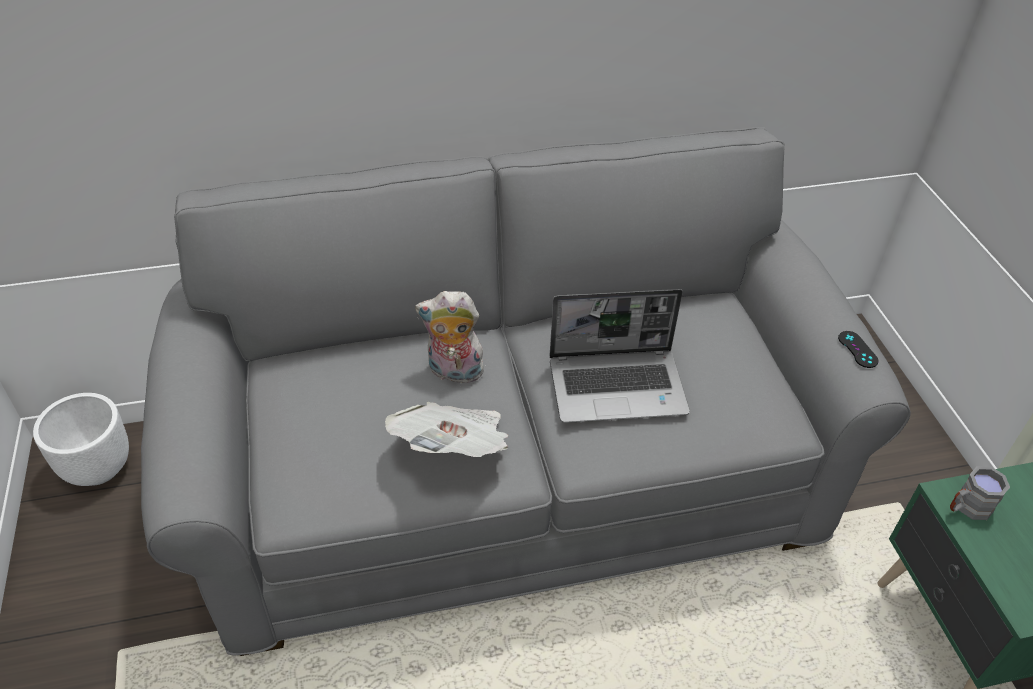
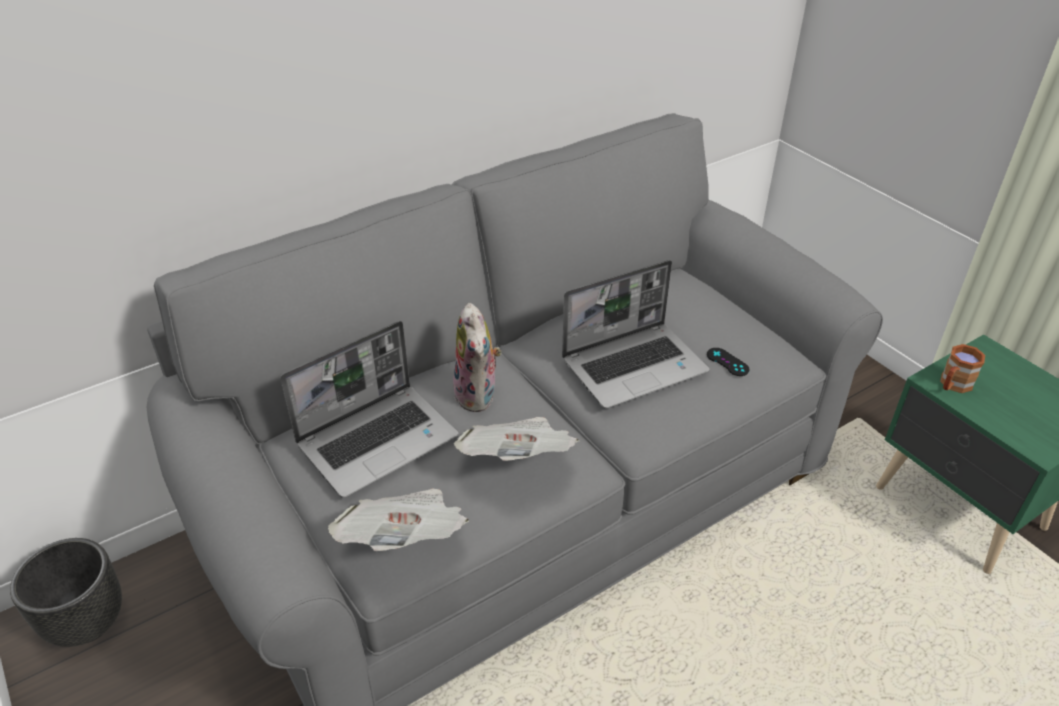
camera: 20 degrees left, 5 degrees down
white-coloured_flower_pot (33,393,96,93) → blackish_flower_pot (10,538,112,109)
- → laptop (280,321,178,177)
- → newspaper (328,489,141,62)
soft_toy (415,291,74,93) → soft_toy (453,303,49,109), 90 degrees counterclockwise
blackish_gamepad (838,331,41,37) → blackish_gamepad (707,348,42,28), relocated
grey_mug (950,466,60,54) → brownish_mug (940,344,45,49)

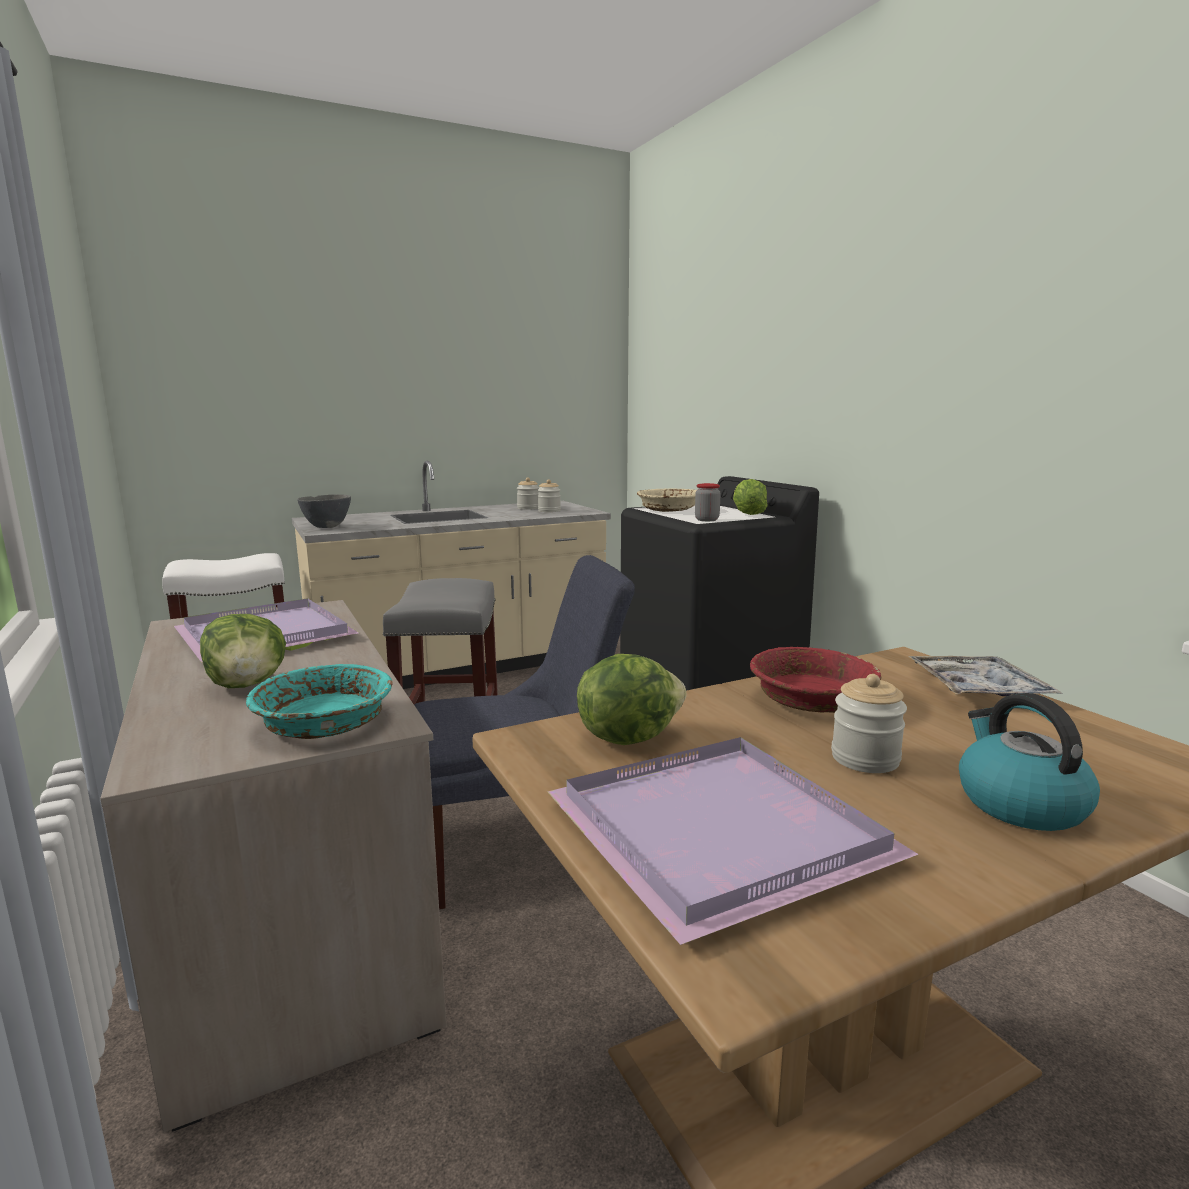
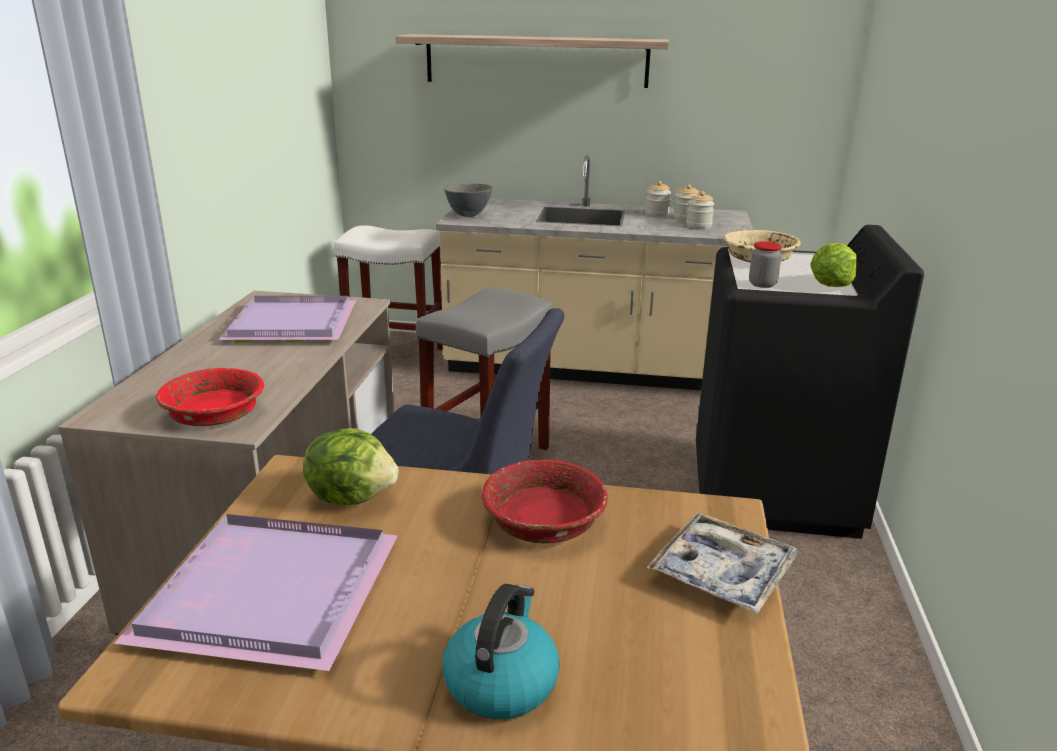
camera: 35 degrees right, 10 degrees up
blue-green_serving_bowl (246,664,147,75) → red_serving_bowl (156,368,108,58)
- → wall_shelf (395,34,274,54)
jar (831,674,76,99) → jar (645,181,26,36), relocated
lettuce (200,614,86,74) → -

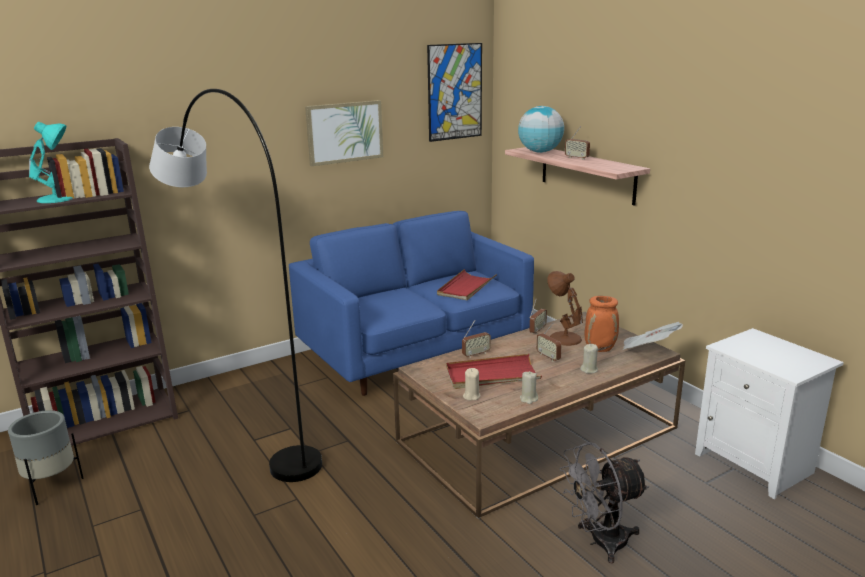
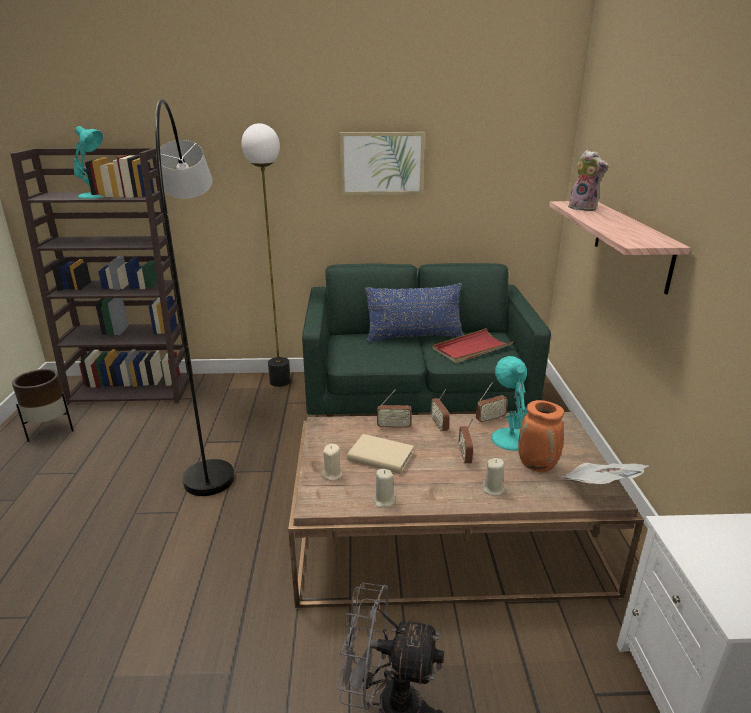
camera: 30 degrees right, 5 degrees up
grey_flower_pot (8,410,76,95) → brownish_flower_pot (12,369,62,73)
- → floor_lamp (241,123,50,264)
blue_settee (289,211,245,185) → green-coloured_settee (302,263,249,154)
red_carrying_tray (446,354,96,35) → beige_bound_book (347,434,67,40)
- → blue_pillow (365,283,98,60)
radio (565,126,25,34) → radio (431,389,19,43), relocated
brownish_table_lamp (548,271,35,75) → blue-green_table_lamp (491,356,36,95)
desk_globe (518,106,46,47) → soft_toy (568,150,41,61)
picture (427,43,55,99) → -

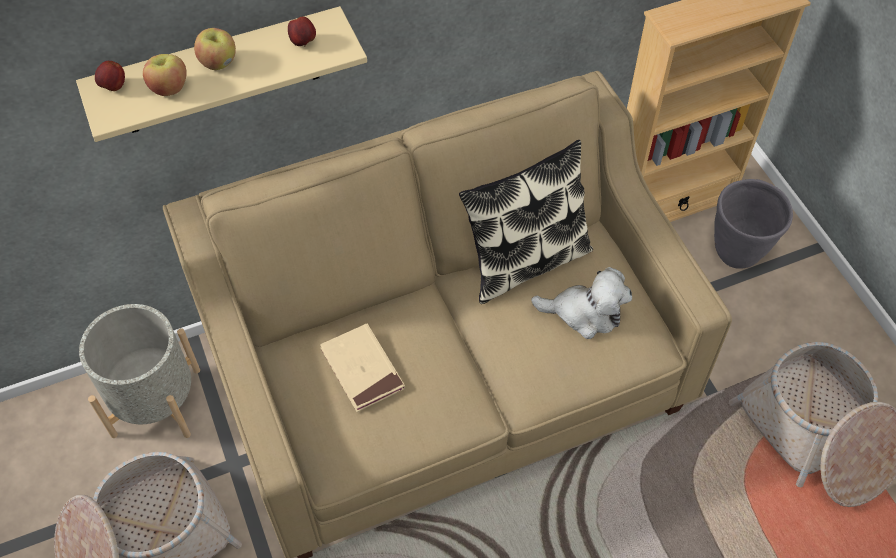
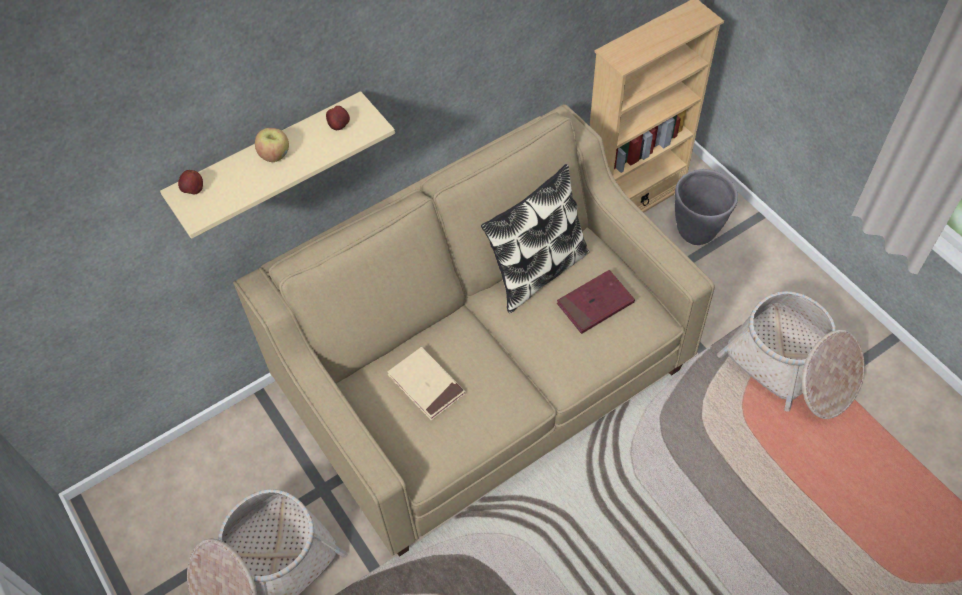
camera: 10 degrees left, 0 degrees up
soft_toy (531,267,101,72) → red_bound_book (557,270,78,64)
grey_flower_pot (79,304,121,134) → -
apple (143,54,44,42) → -

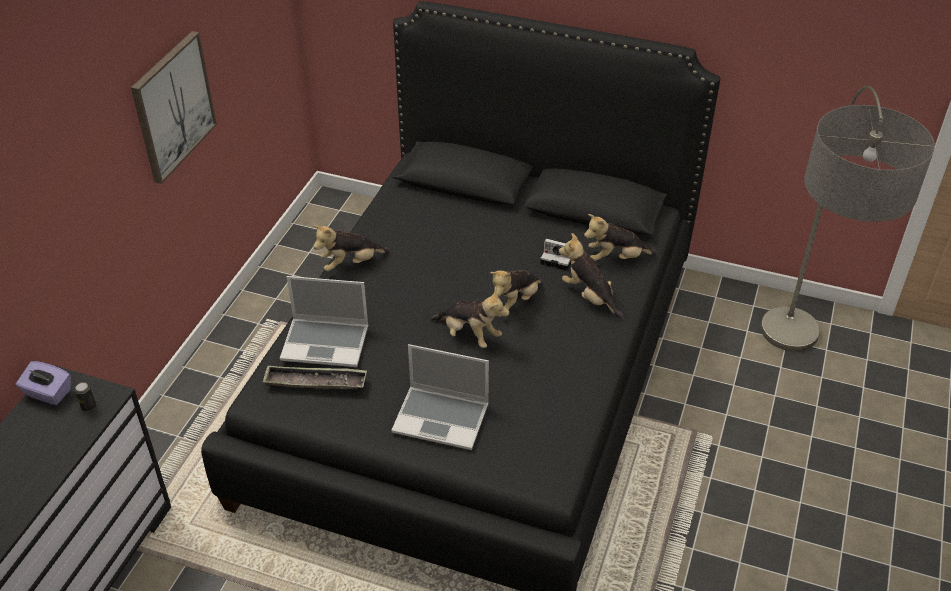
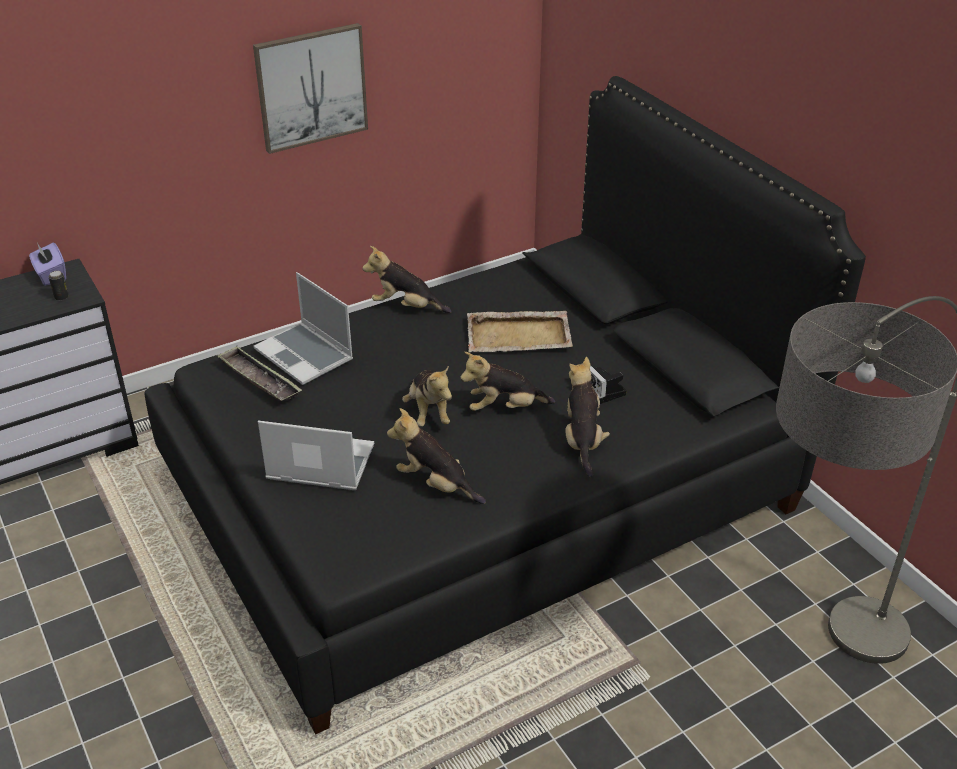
camera: 40 degrees right, 5 degrees down
laptop (391,344,98,106) → laptop (258,421,116,69), 135 degrees clockwise
soft_toy (584,214,73,47) → soft_toy (387,408,99,96), relocated
- → beige_carrying_tray (467,311,106,41)

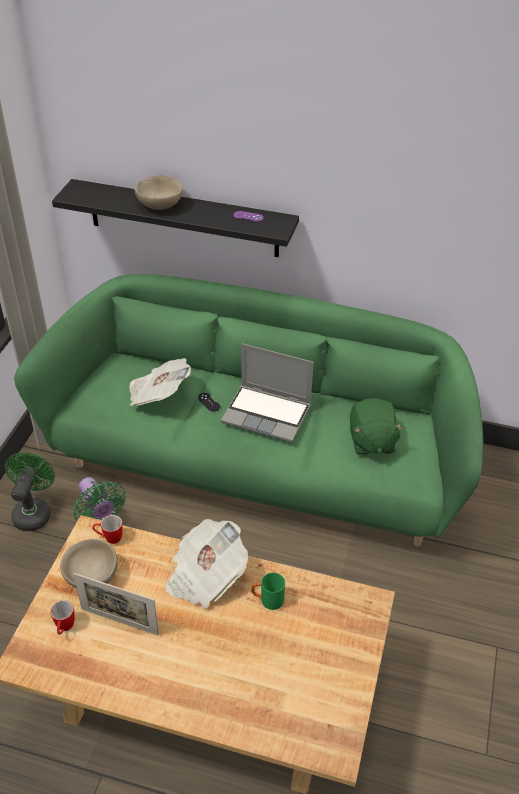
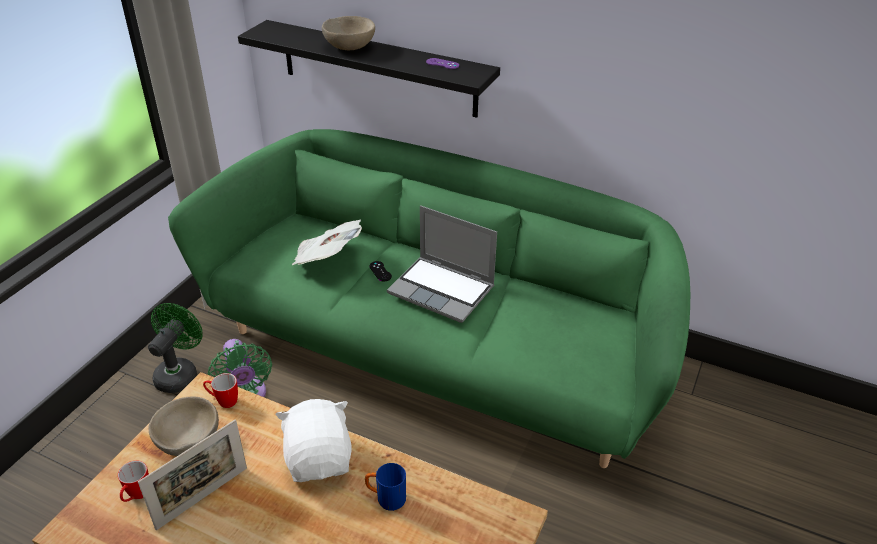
camera: 10 degrees right, 5 degrees down
photo_frame (73,573,86,62) → photo_frame (138,420,109,110), 75 degrees counterclockwise
newspaper (165,519,83,89) → white-coloured_soft_toy (275,399,77,83)
green-coloured_mug (251,573,34,37) → blue_mug (365,463,41,48)
green-coloured_soft_toy (350,398,55,57) → -

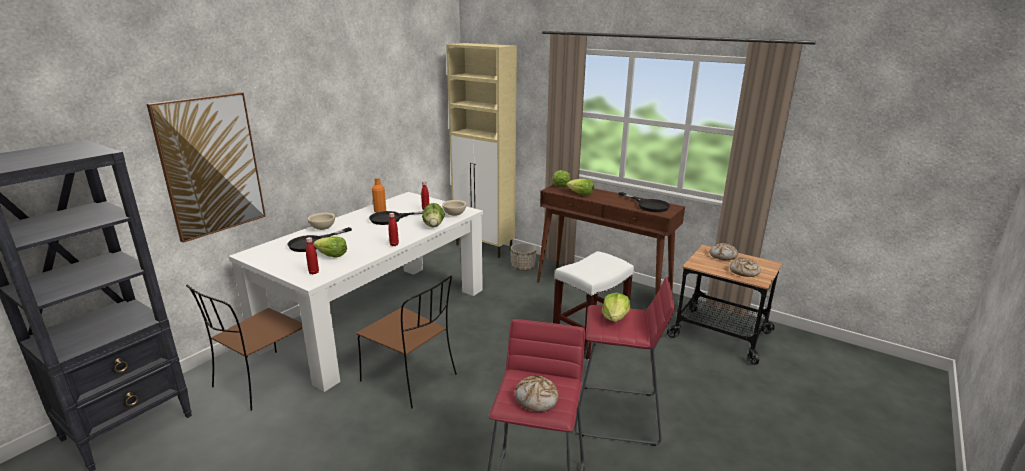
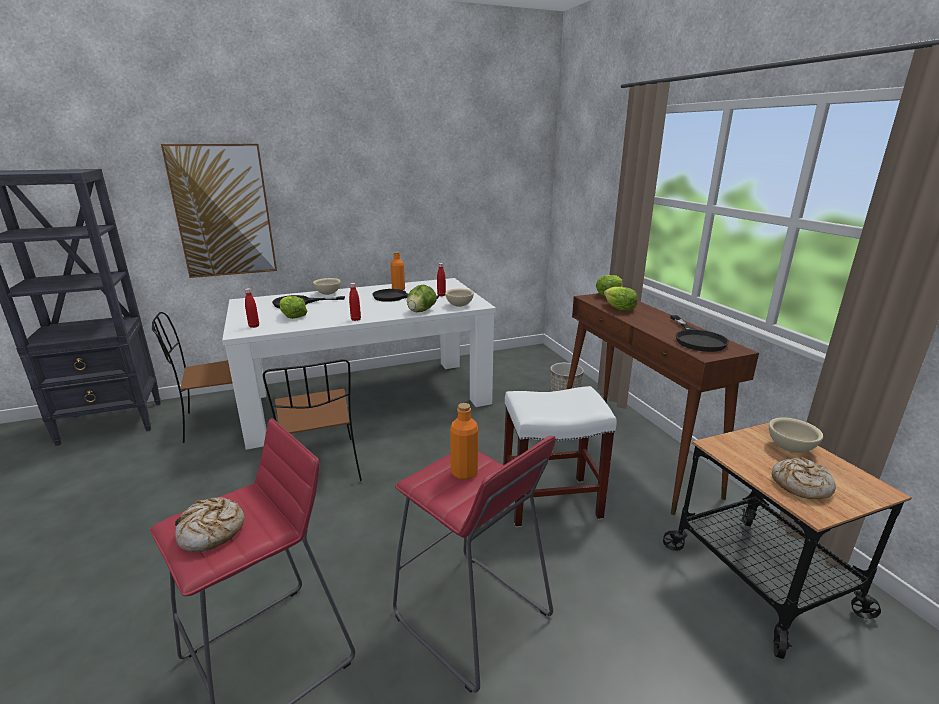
camera: 35 degrees right, 0 degrees up
lettuce (602,293,29,29) → orange-coloured_drink_bottle (450,403,28,77)
bread (709,243,29,17) → beige_serving_bowl (769,417,54,36)
beige_cupboard (446,43,71,215) → -

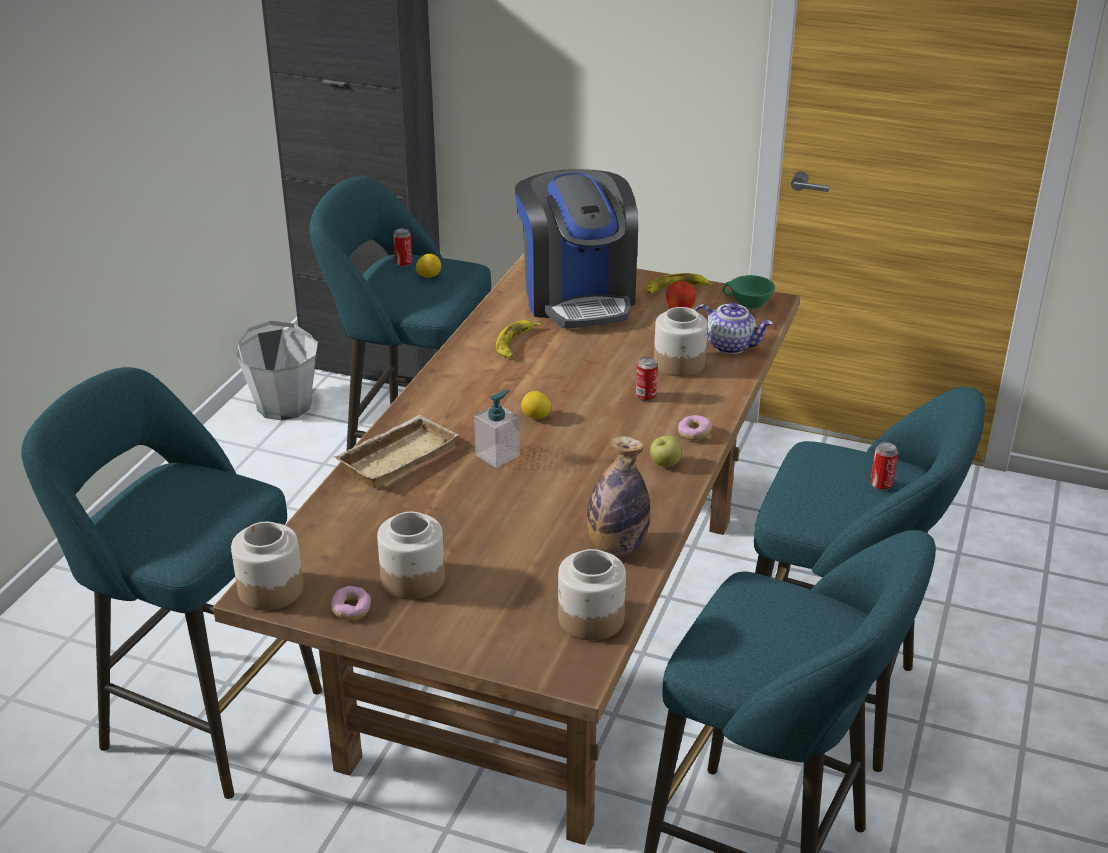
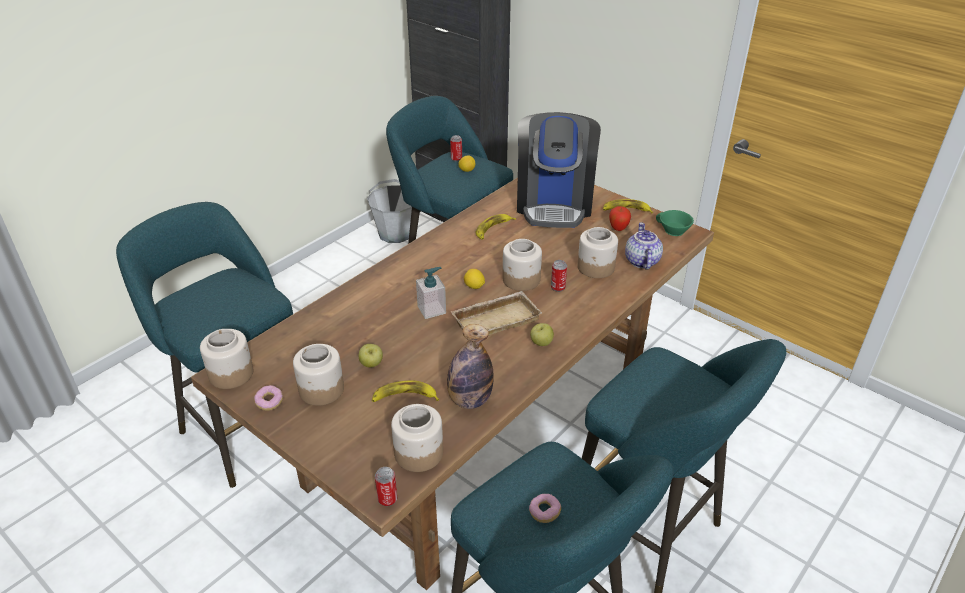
camera: 20 degrees right, 5 degrees up
- → apple (359,344,24,24)
- → whole_banana (372,380,67,22)
can (870,442,28,49) → can (375,467,22,39), relocated
beige_carrying_tray (334,415,124,73) → beige_carrying_tray (450,291,92,44), relocated
- → jar (502,239,40,52)
ring_doughnut (678,415,34,25) → ring_doughnut (529,494,32,29), relocated
pot_for_tea (695,302,78,52) → pot_for_tea (625,223,38,47), 135 degrees counterclockwise

